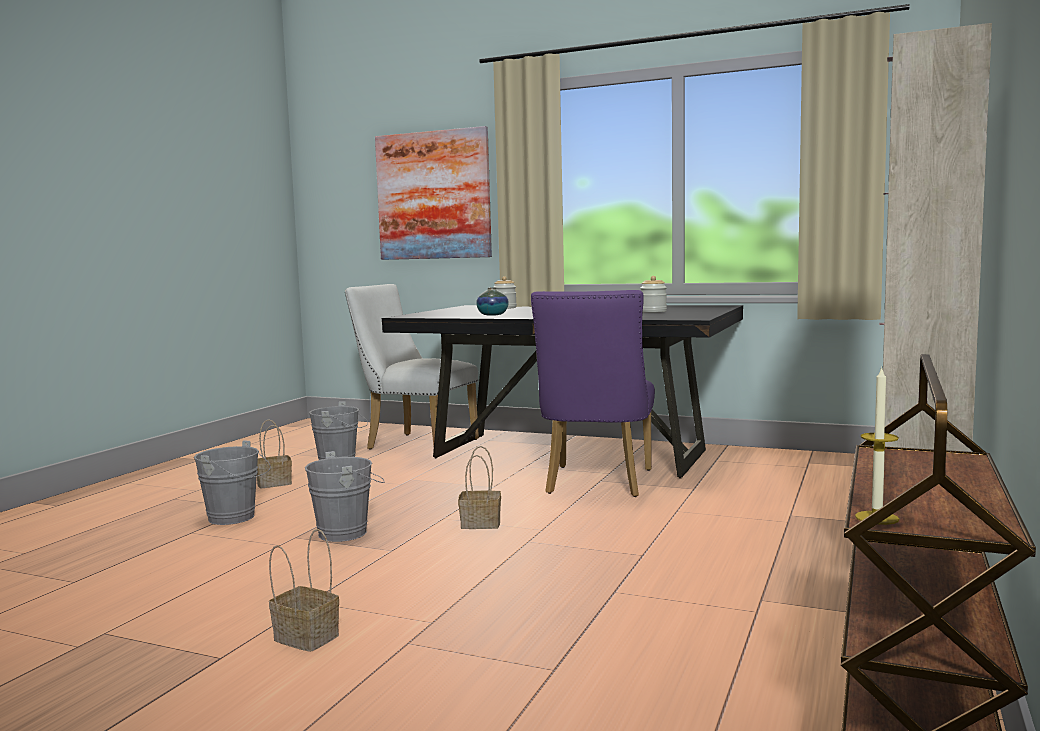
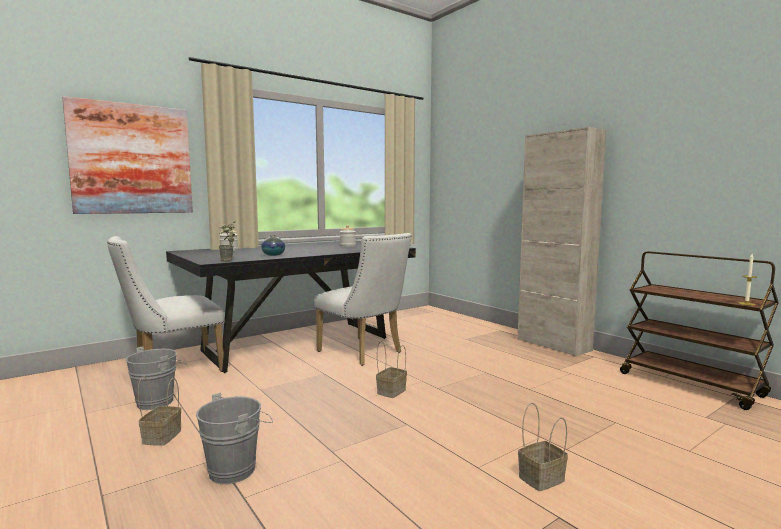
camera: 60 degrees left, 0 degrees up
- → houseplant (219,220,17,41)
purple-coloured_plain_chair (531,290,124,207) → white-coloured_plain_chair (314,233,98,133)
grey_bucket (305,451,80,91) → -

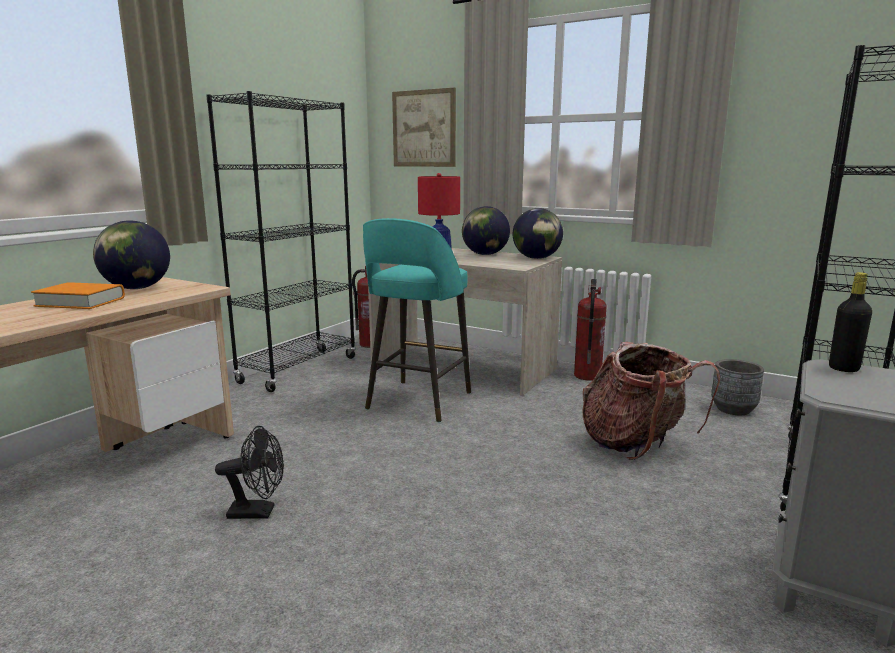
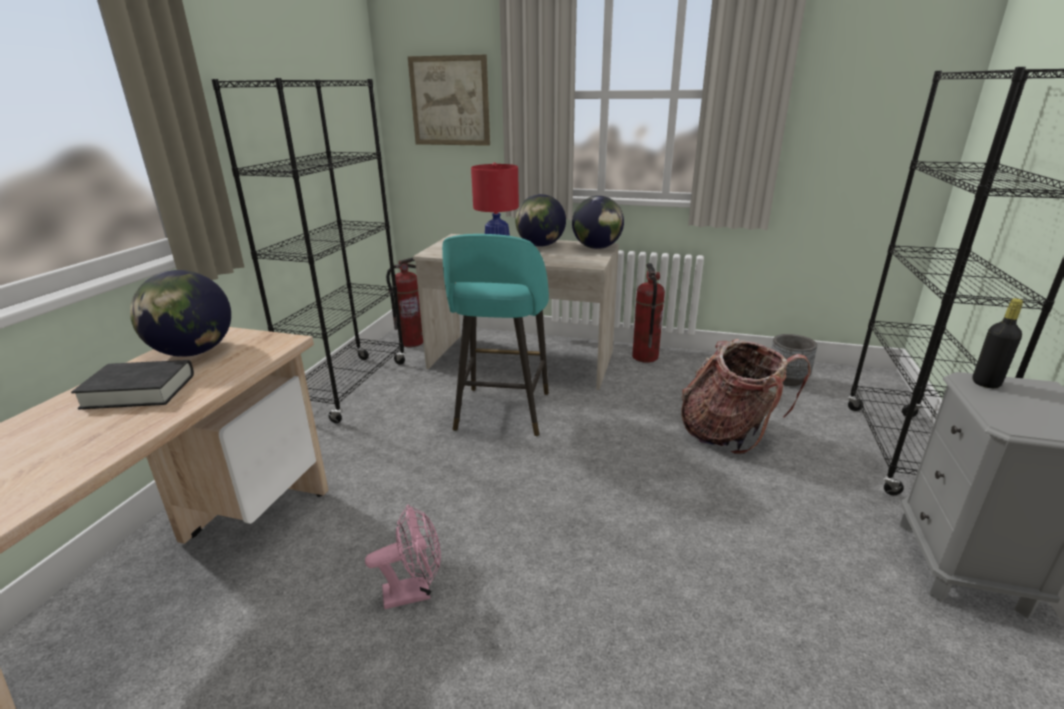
camera: 15 degrees left, 10 degrees up
orange-coloured_bound_book (31,282,94,27) → blackish_bound_book (71,360,123,49)
blackish_fan (215,426,69,93) → pink_fan (365,505,76,104)

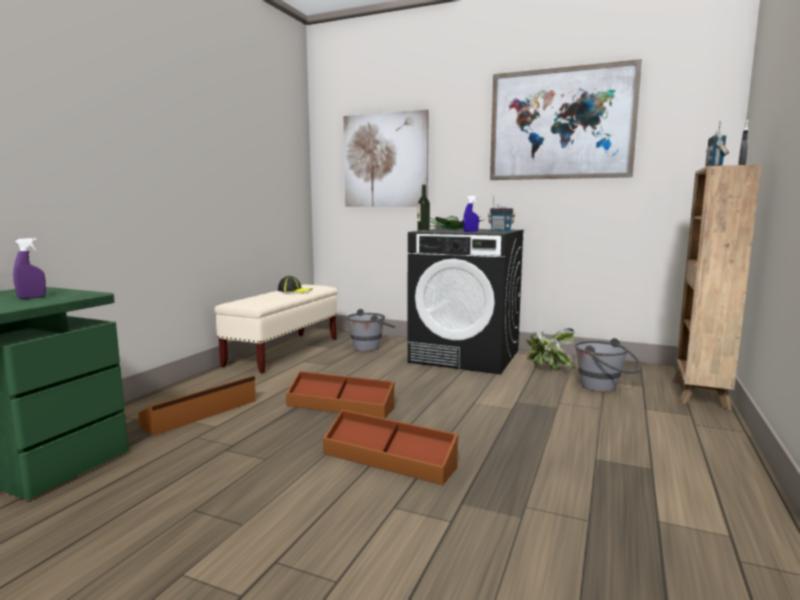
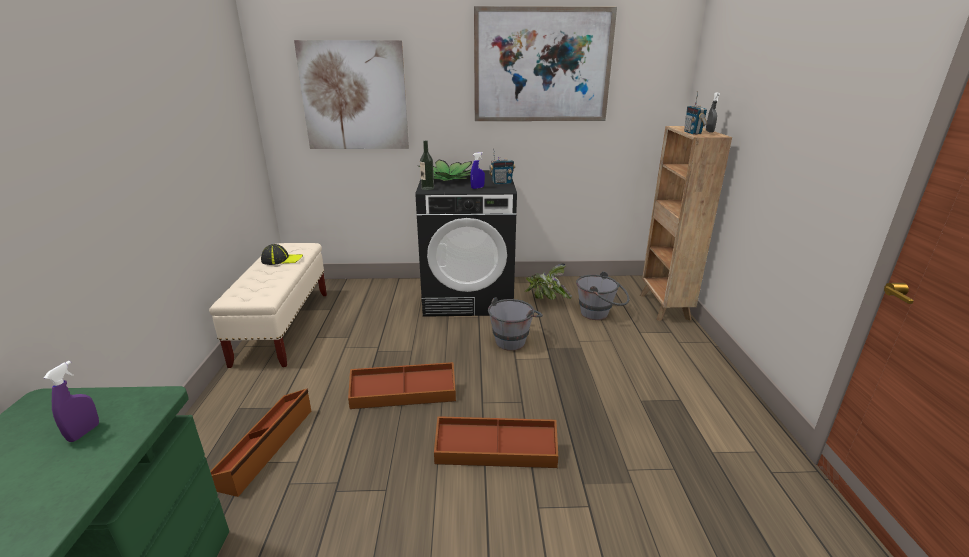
camera: 25 degrees left, 15 degrees up
grey_bucket (346,309,49,42) → grey_bucket (488,298,55,53), relocated

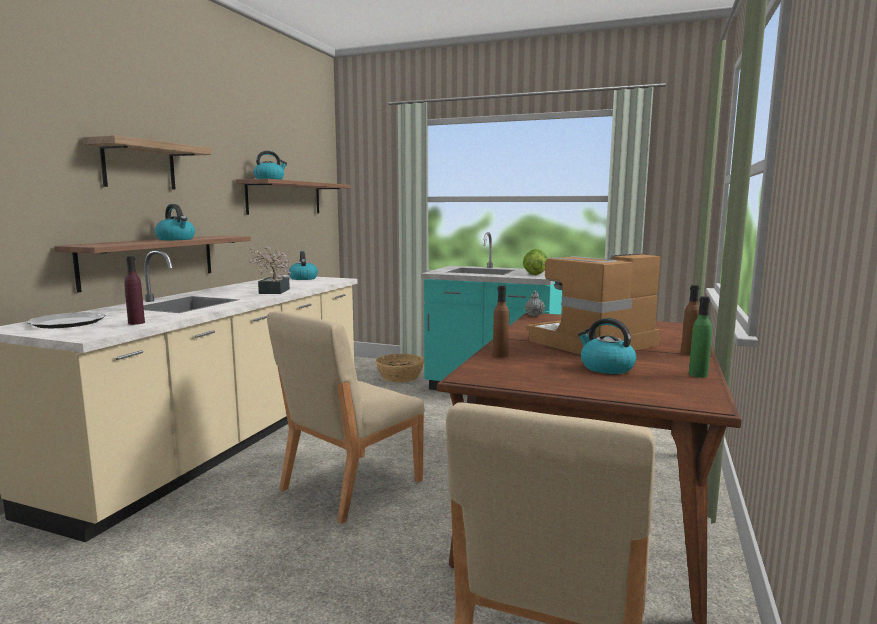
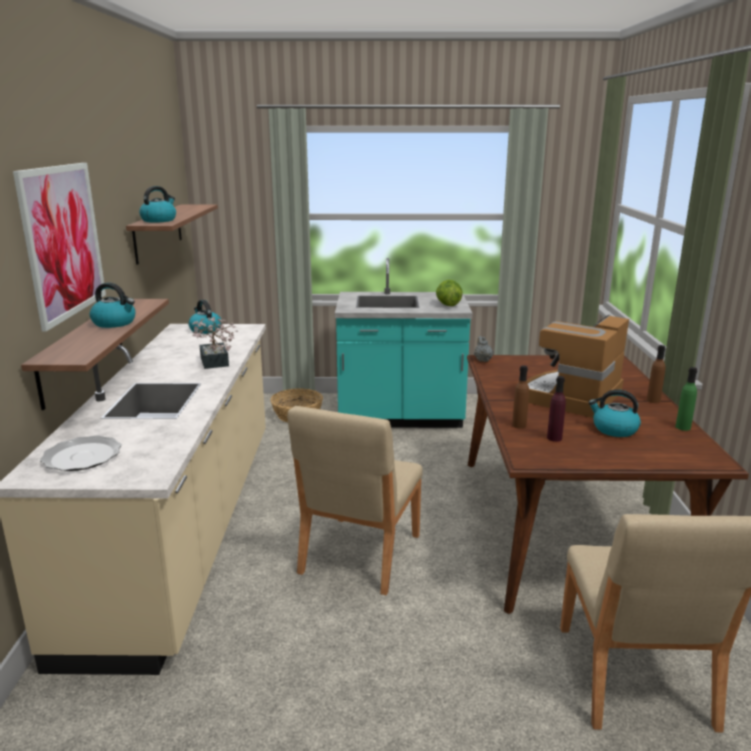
camera: 20 degrees left, 10 degrees up
wall_shelf (83,135,128,54) → picture (13,163,93,169)
purple-coloured_drink_bottle (124,256,21,69) → purple-coloured_drink_bottle (547,376,19,66), relocated

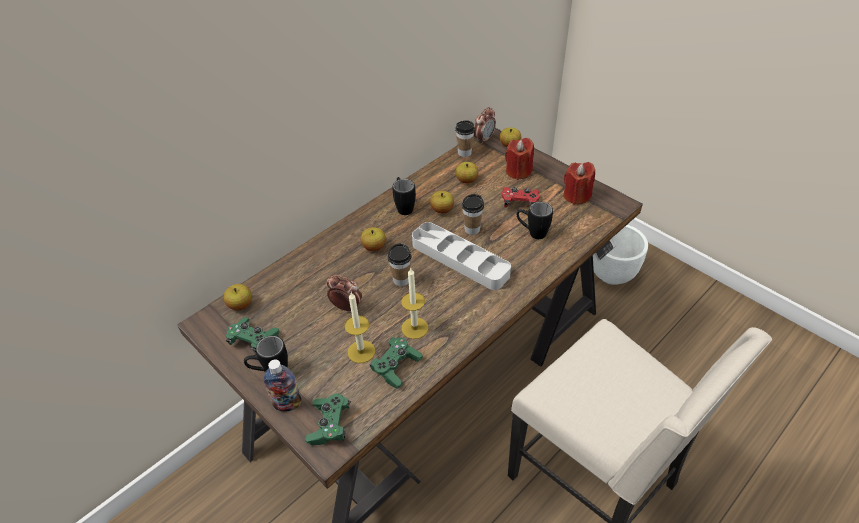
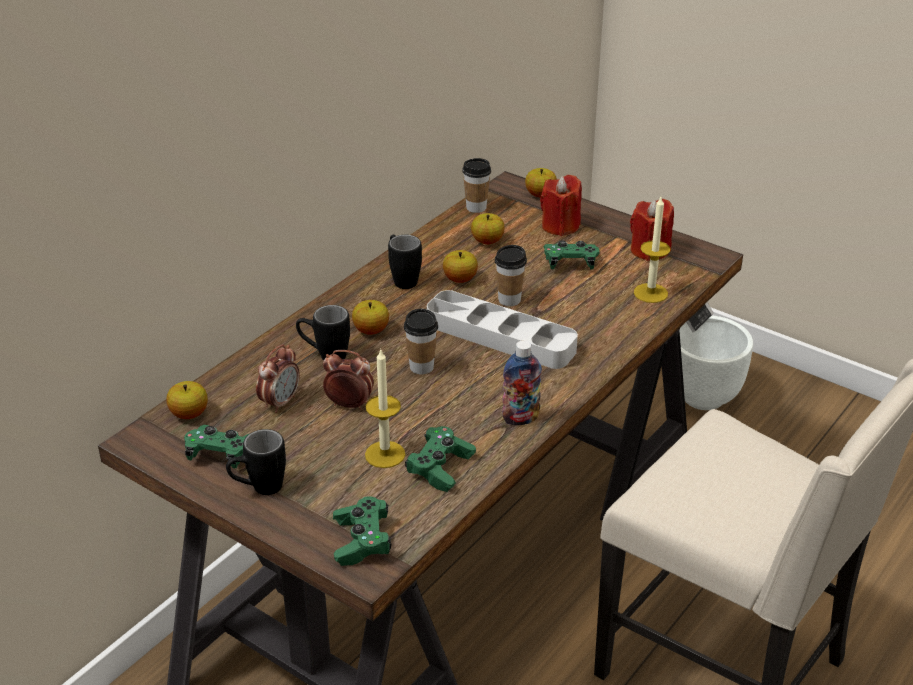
camera: 10 degrees left, 10 degrees down
bedside_clock (474,107,22,37) → bedside_clock (256,344,44,69), relocated
blackish_mug (517,202,36,37) → blackish_mug (296,305,54,56), relocated
drink_bottle (263,359,39,53) → drink_bottle (502,341,40,84), relocated
red_gamepad (501,187,39,21) → green-coloured_gamepad (544,240,56,30)
candle (401,267,27,72) → candle (634,197,37,106), relocated

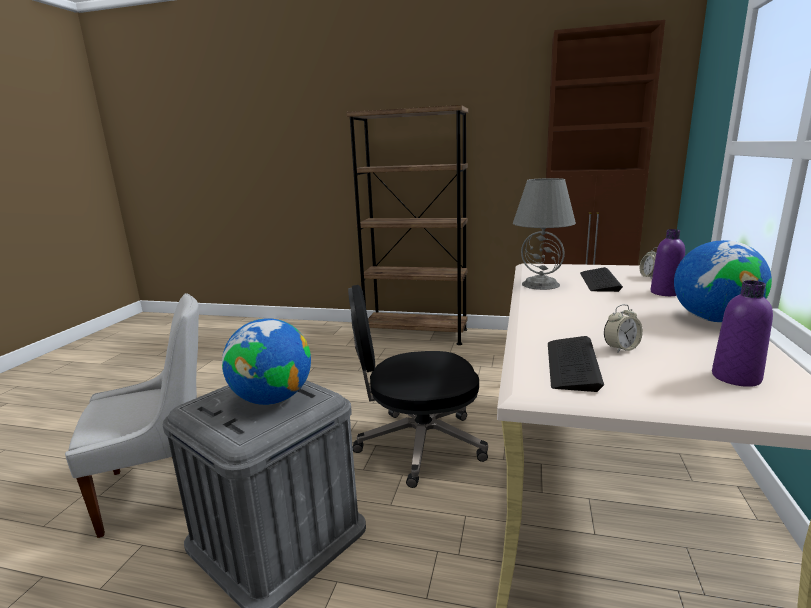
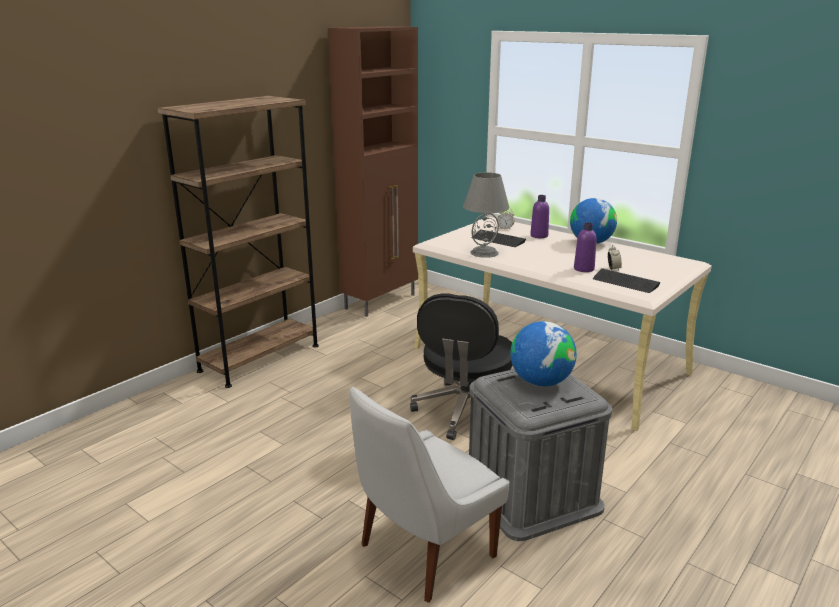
camera: 65 degrees left, 5 degrees up
white-coloured_plain_chair (65,293,134,245) → white-coloured_plain_chair (349,387,161,216), 135 degrees counterclockwise
purple-coloured_drink_bottle (712,280,61,107) → purple-coloured_drink_bottle (574,223,23,49), relocated

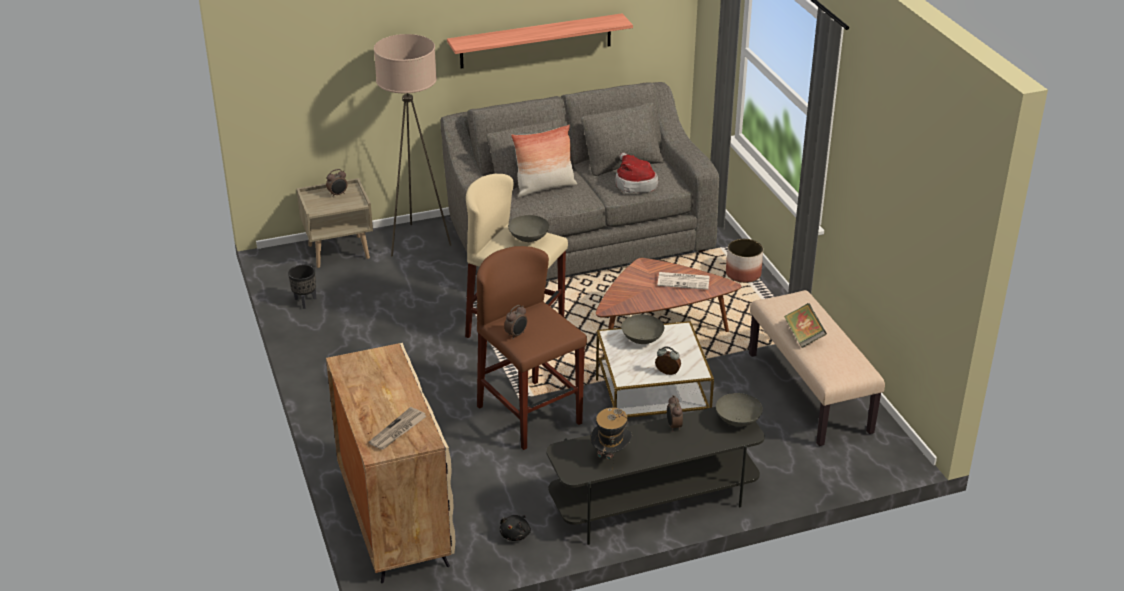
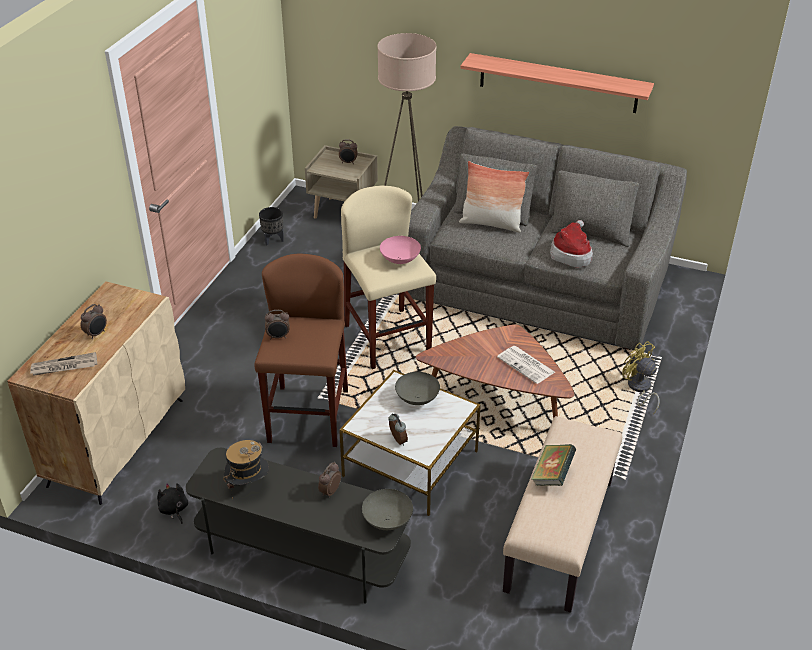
camera: 40 degrees right, 5 degrees up
- → bedside_clock (81,304,26,35)
blackish_soft_toy (500,515,31,26) → blackish_soft_toy (157,483,31,41), 90 degrees clockwise
grey_serving_bowl (508,215,41,27) → pink_serving_bowl (380,236,41,28)
flower_pot (726,239,37,44) → yellow_fan (622,341,38,73)

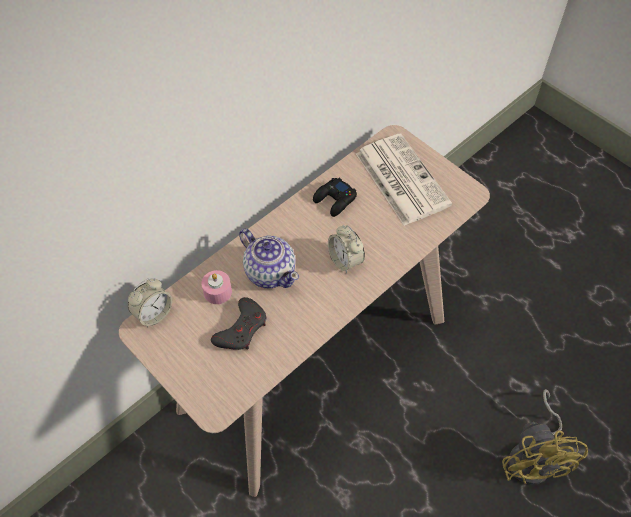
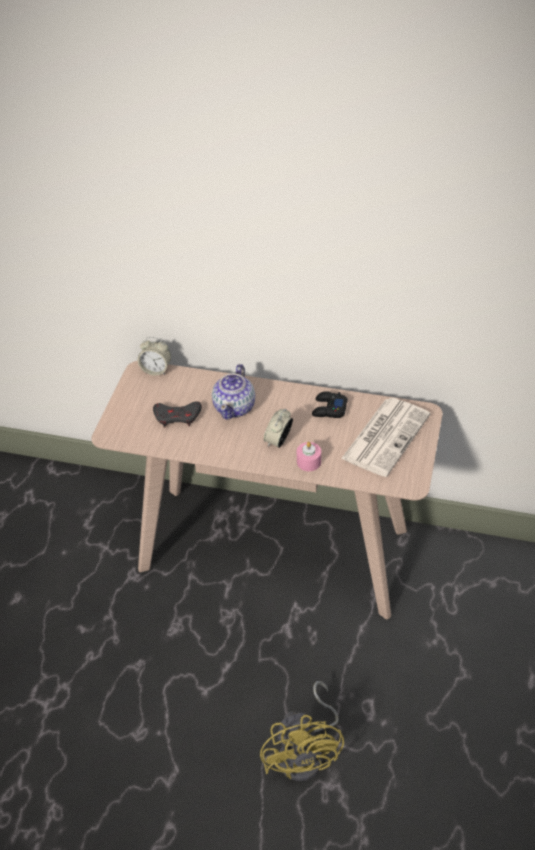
camera: 60 degrees right, 10 degrees down
yellow_fan (502,389,86,96) → yellow_fan (260,681,84,100), 60 degrees counterclockwise
pink_candle (201,270,31,34) → pink_candle (297,442,24,29), relocated

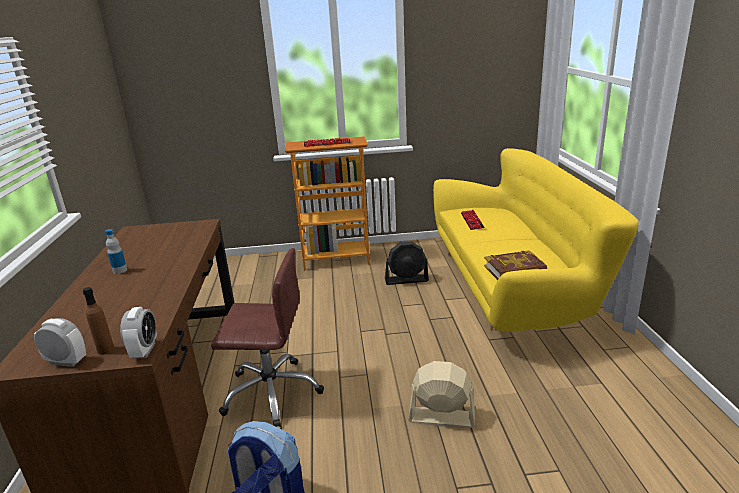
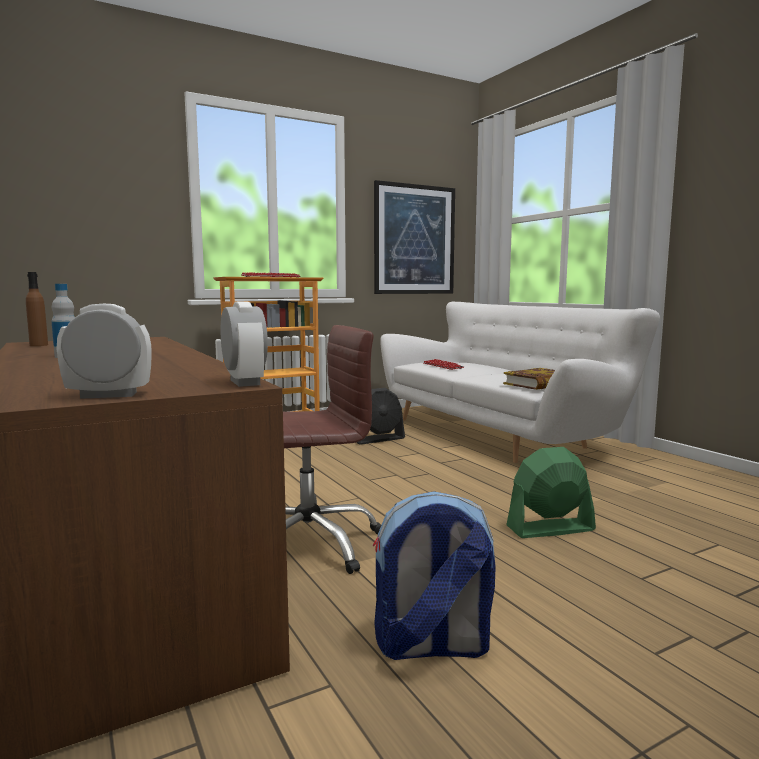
camera: 25 degrees left, 15 degrees down
brownish_drink_bottle (83,287,31,68) → brownish_drink_bottle (26,272,22,74), relocated
- → picture (374,180,81,114)
yellow_settee (433,148,206,184) → white-coloured_settee (381,302,279,161)
beige_fan (408,361,67,67) → green-coloured_fan (506,447,90,91)

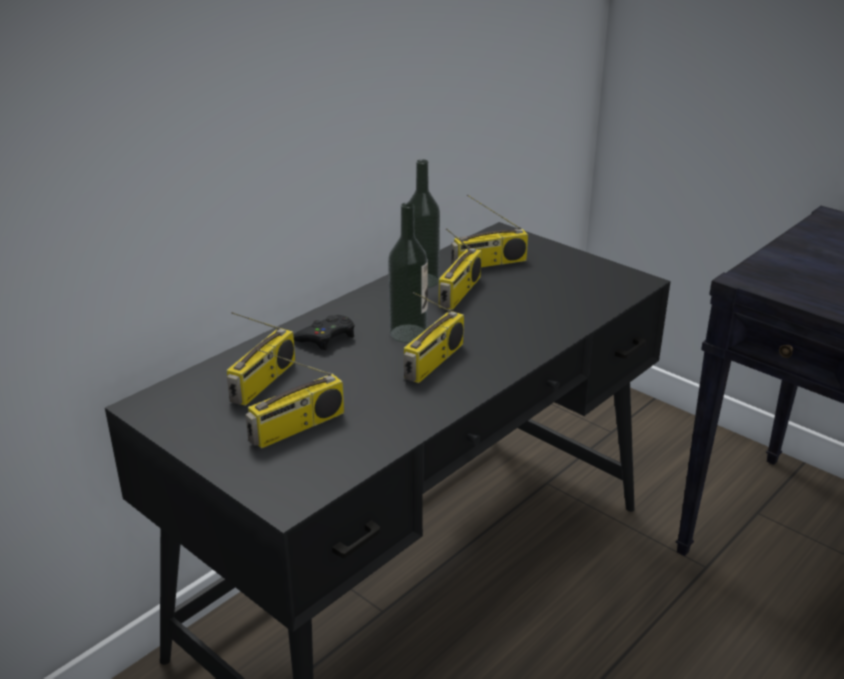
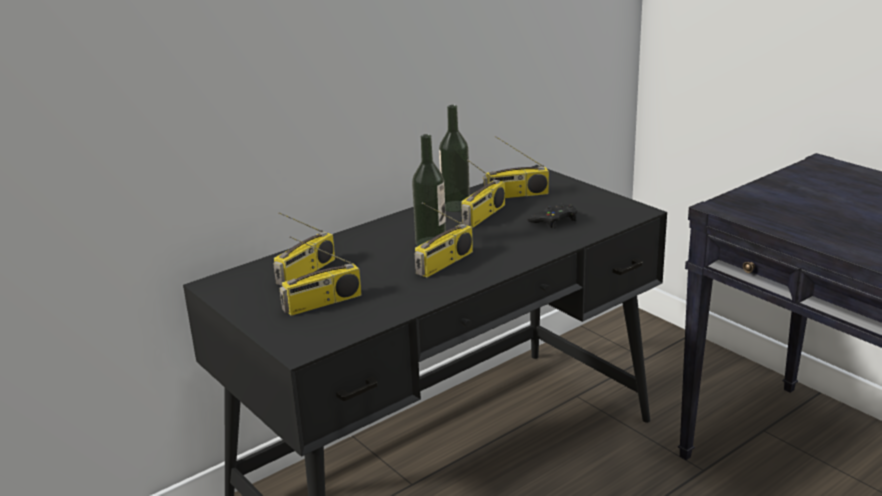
camera: 10 degrees right, 5 degrees down
blackish_gamepad (293,315,61,35) → blackish_gamepad (527,204,50,24), relocated

